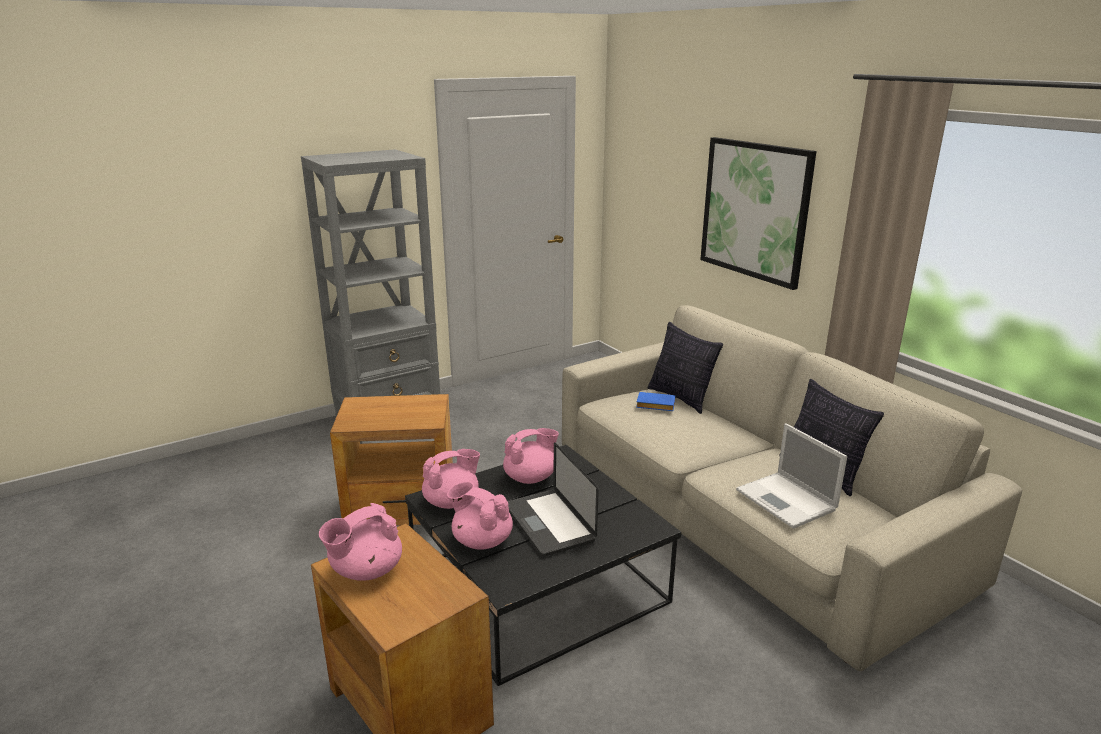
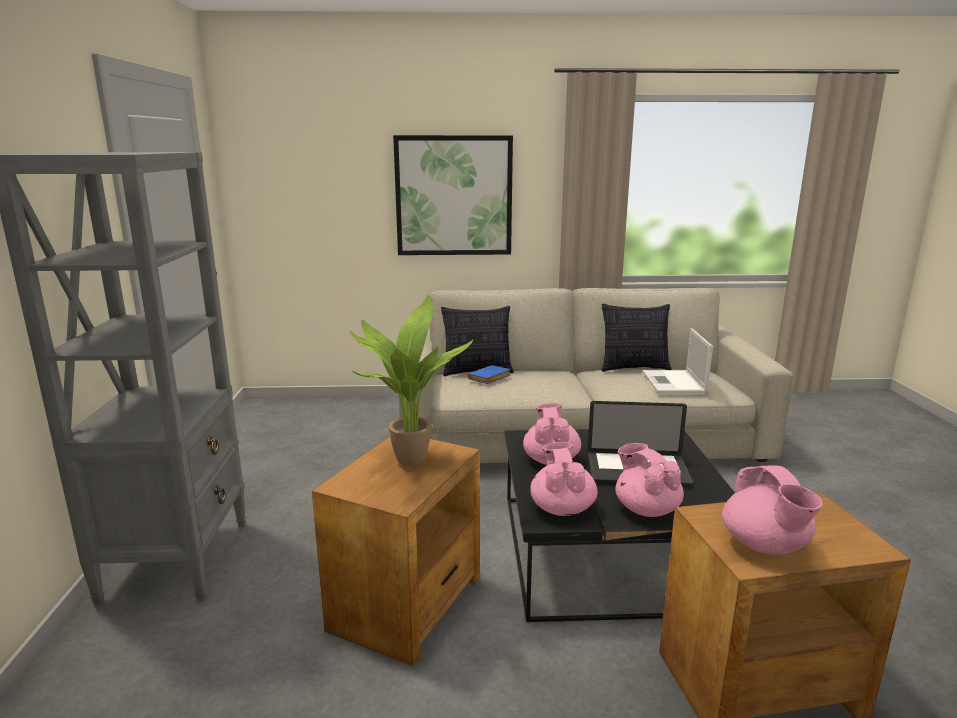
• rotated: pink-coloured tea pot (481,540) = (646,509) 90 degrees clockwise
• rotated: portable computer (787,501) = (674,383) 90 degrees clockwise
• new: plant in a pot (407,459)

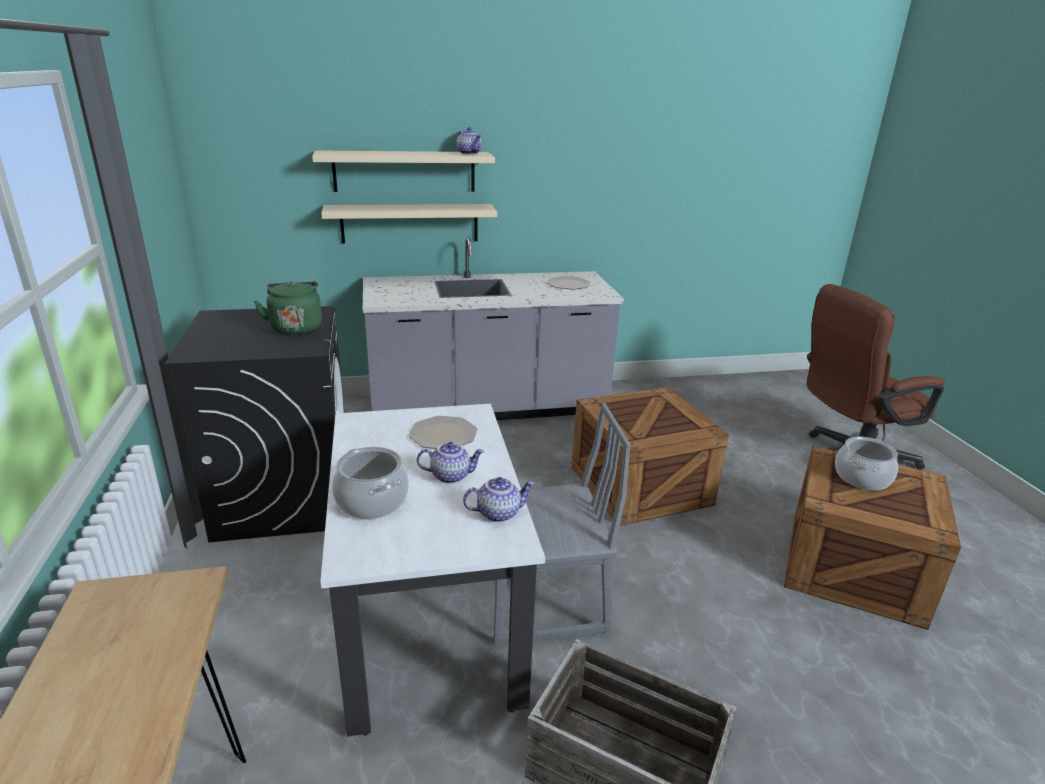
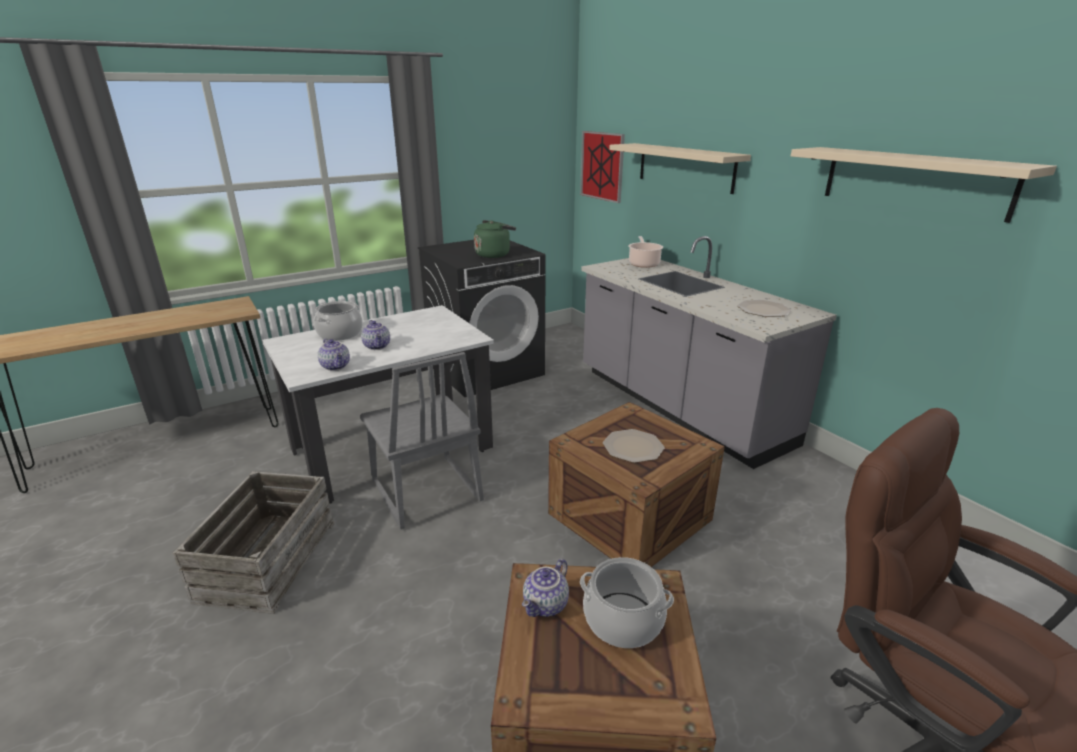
• shifted: beige-coloured bracket shelf (410,223) to (914,181)
• shifted: plate (443,434) to (632,447)
• shifted: tea pot (469,153) to (546,605)
• new: picture (602,166)
• new: stockpot (643,263)

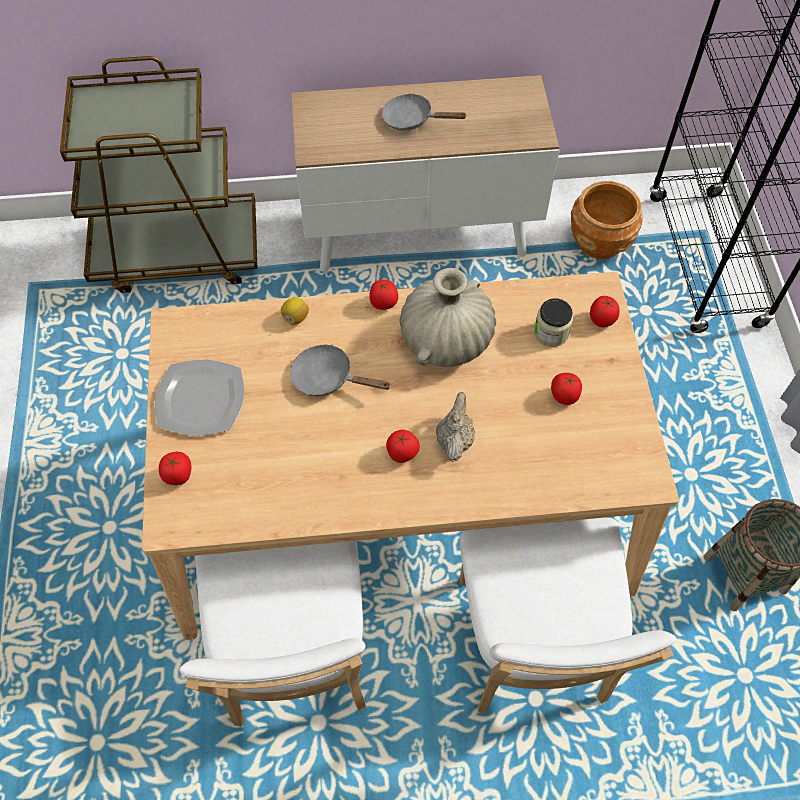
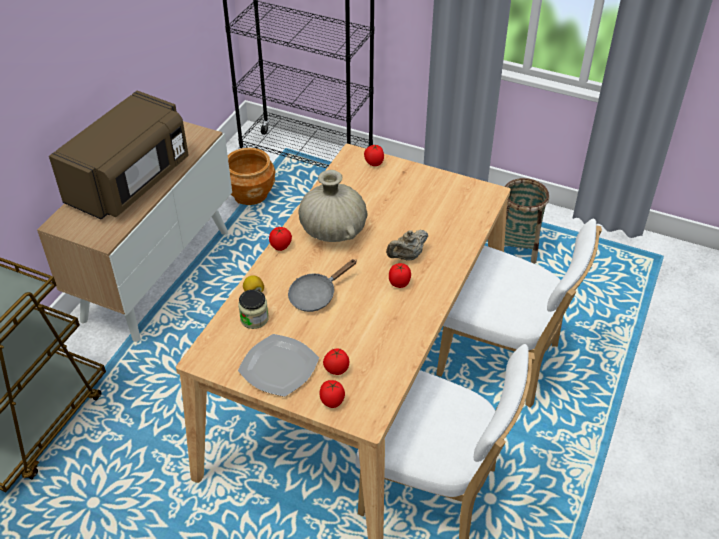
• swapped: grey frying pan (412,119) to brown kitchen microwave (130,182)
• rotated: beige-coloured tea pot (454,439) = (407,256) 75 degrees counterclockwise
• shifted: jar (551,333) to (254,319)
• shifted: tomato (564,396) to (336,370)

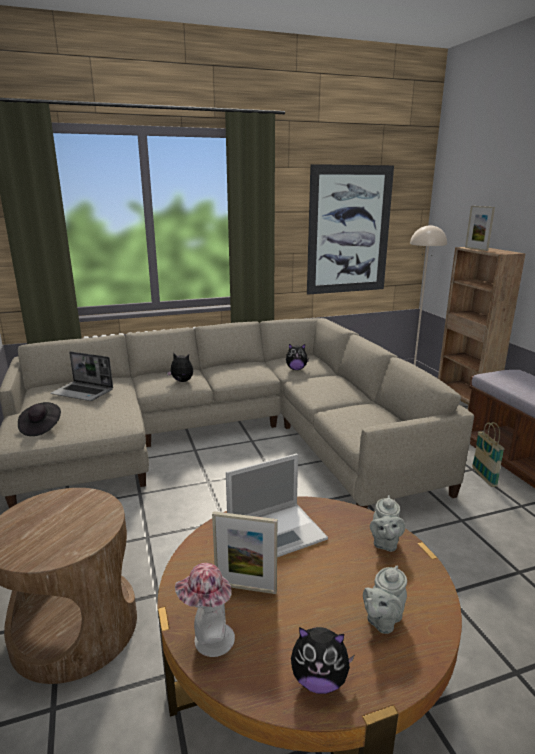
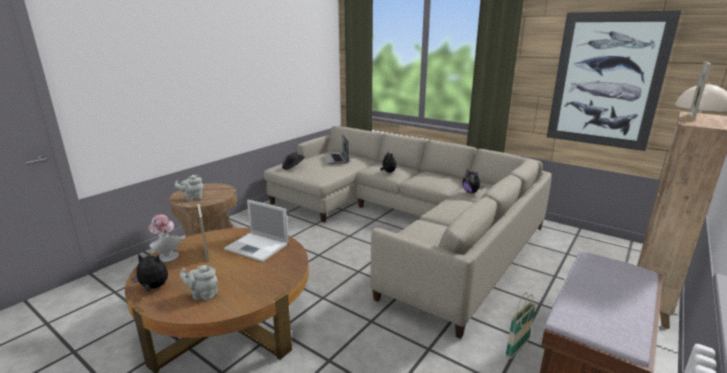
• rotated: plush toy (319,680) = (153,288) 120 degrees clockwise
• shifted: grey tea pot (384,543) to (192,198)

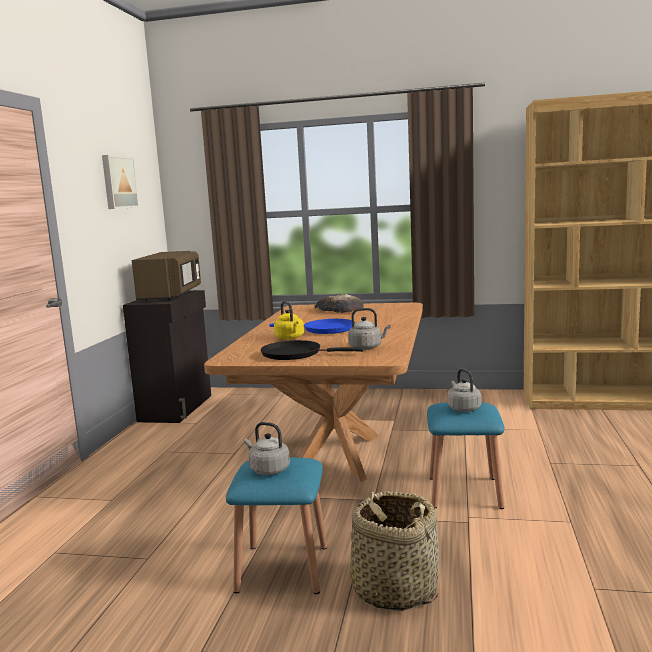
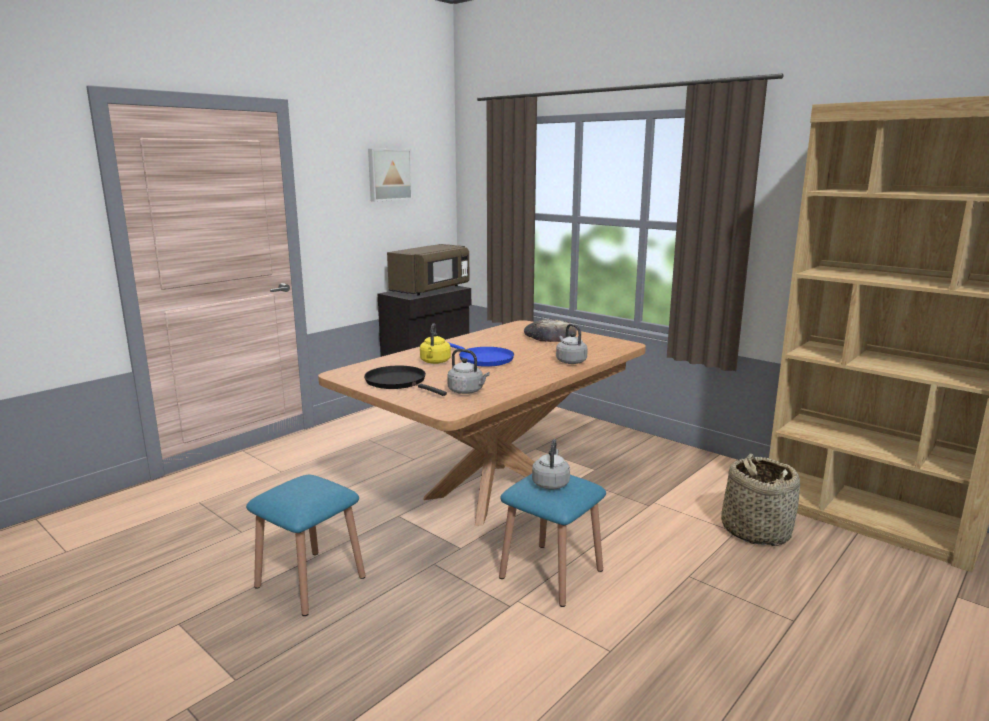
• shifted: grey kettle (267,470) to (570,361)
• shifted: basket (394,588) to (755,531)

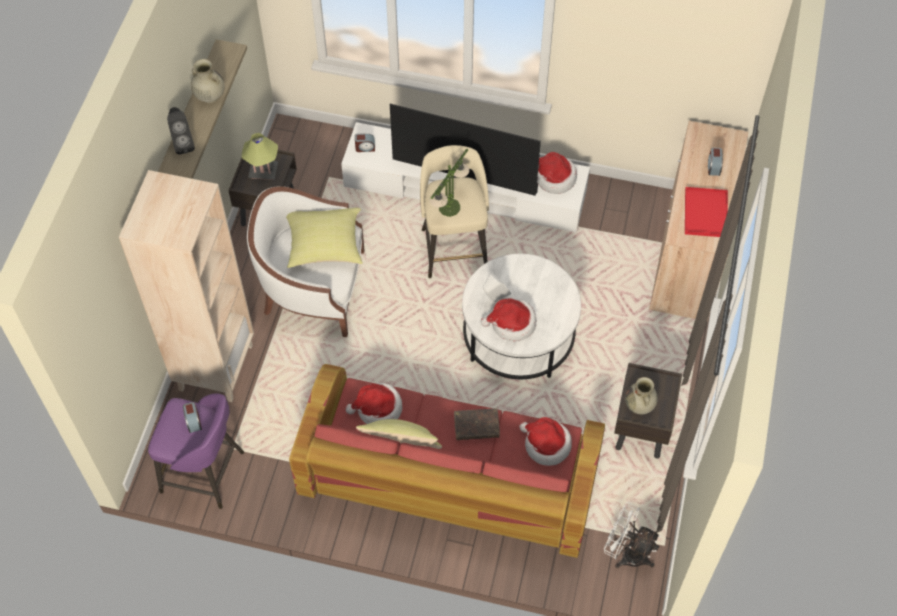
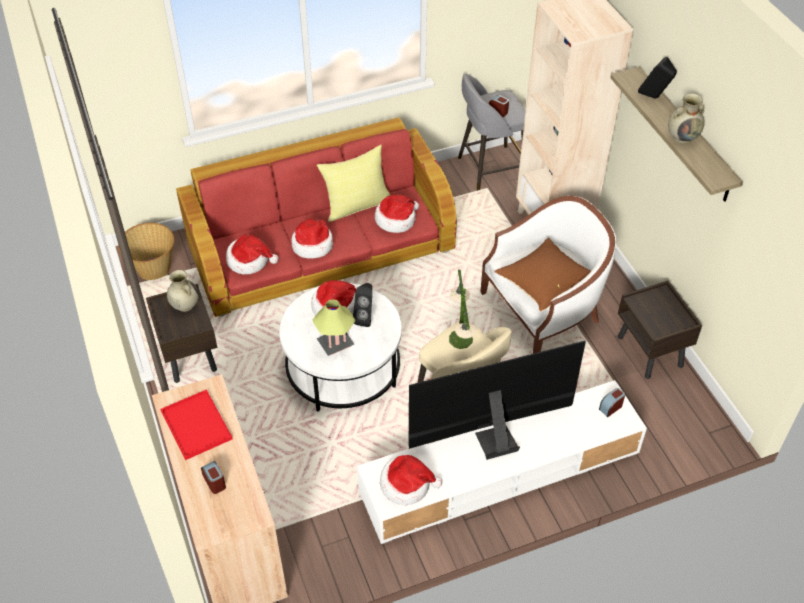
• repainted: purple stool seat (205,473) to grey stool seat (489,168)
• shifted: lamp for a table (263,171) to (335,343)
• repainted: yellowish throw pillow (324,246) to brown throw pillow (544,283)
• swapped: brown book (476,427) to clothing hat (312,245)
• repainted: white loudspeaker (494,299) to blackish loudspeaker (365,318)
• swapped: white electric fan (627,553) to basket (153,268)

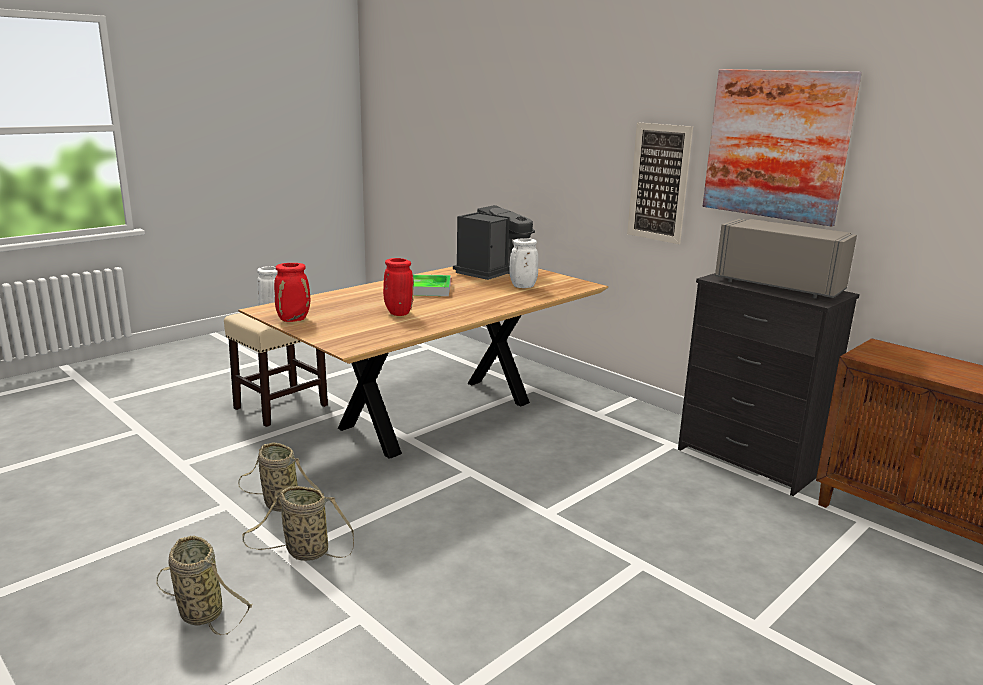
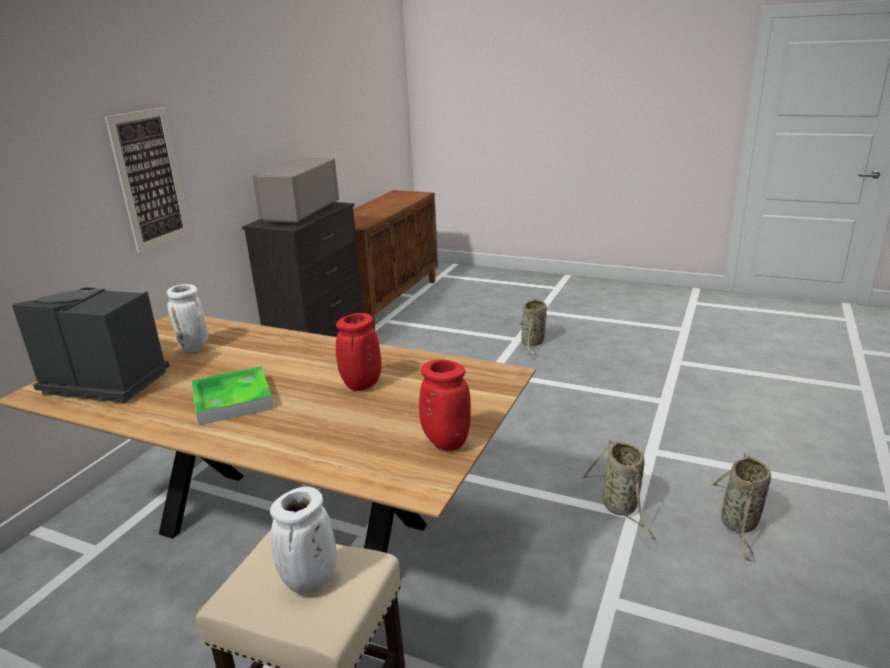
• shifted: basket (279,503) to (532,343)
• gone: picture (776,145)

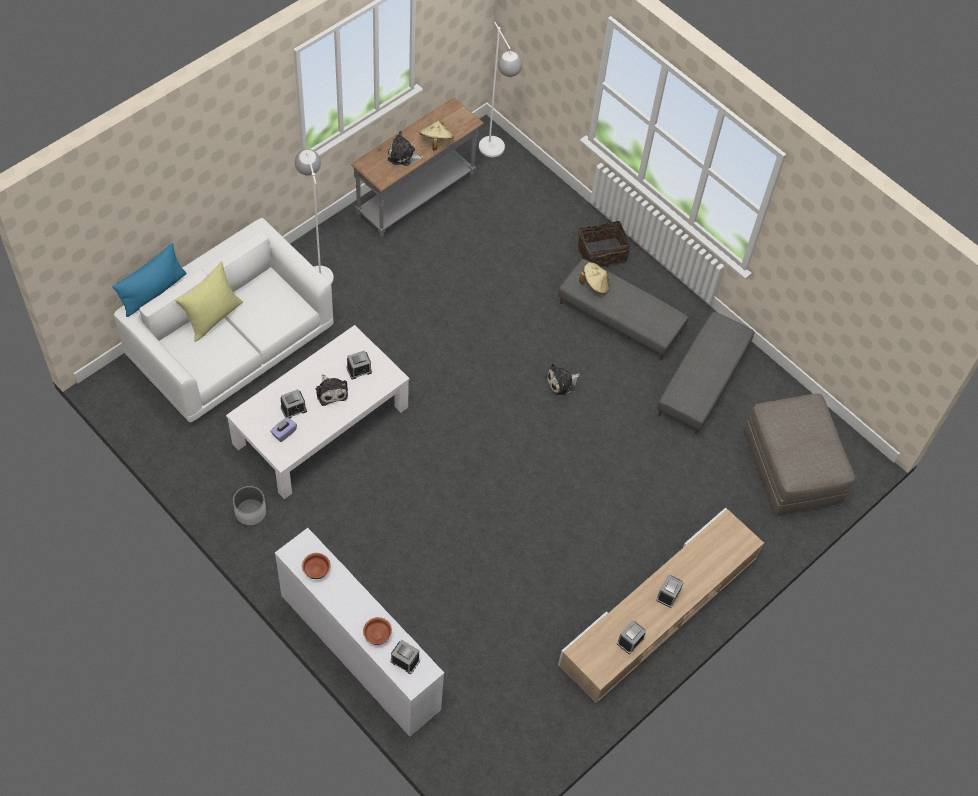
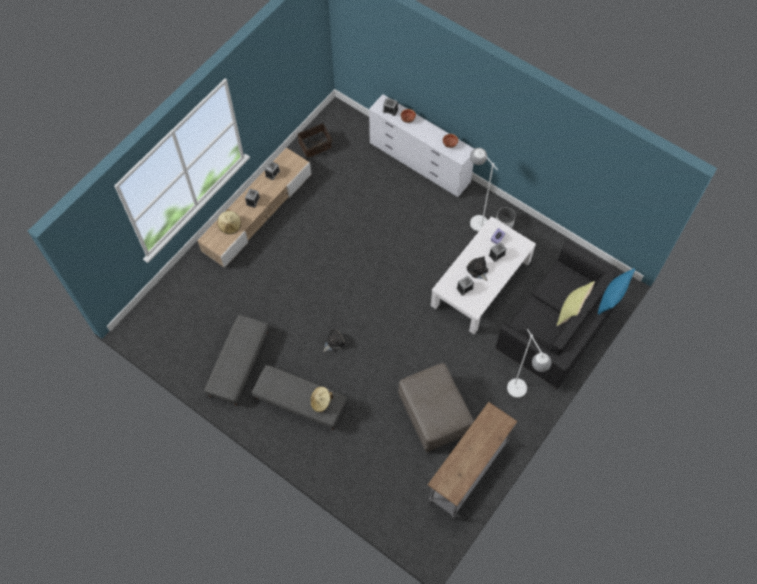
• repainted: white couch (231,343) to blackish couch (557,327)
• gone: plush toy (403,155)
• shifted: beige-coloured clothing hat (435,142) to (230,226)
• shifted: white standing lamp (495,154) to (475,219)
• shifted: basket (601,253) to (315,146)
• shifted: grey ottoman (792,468) to (434,413)

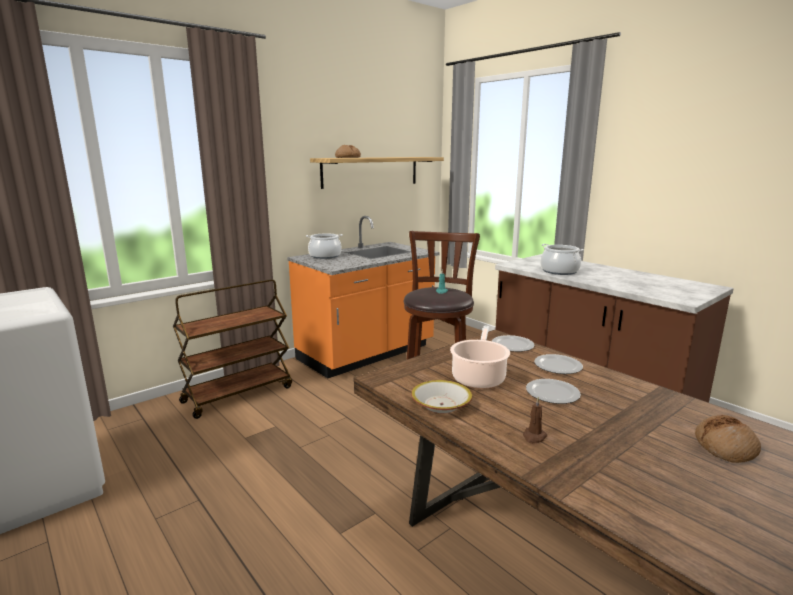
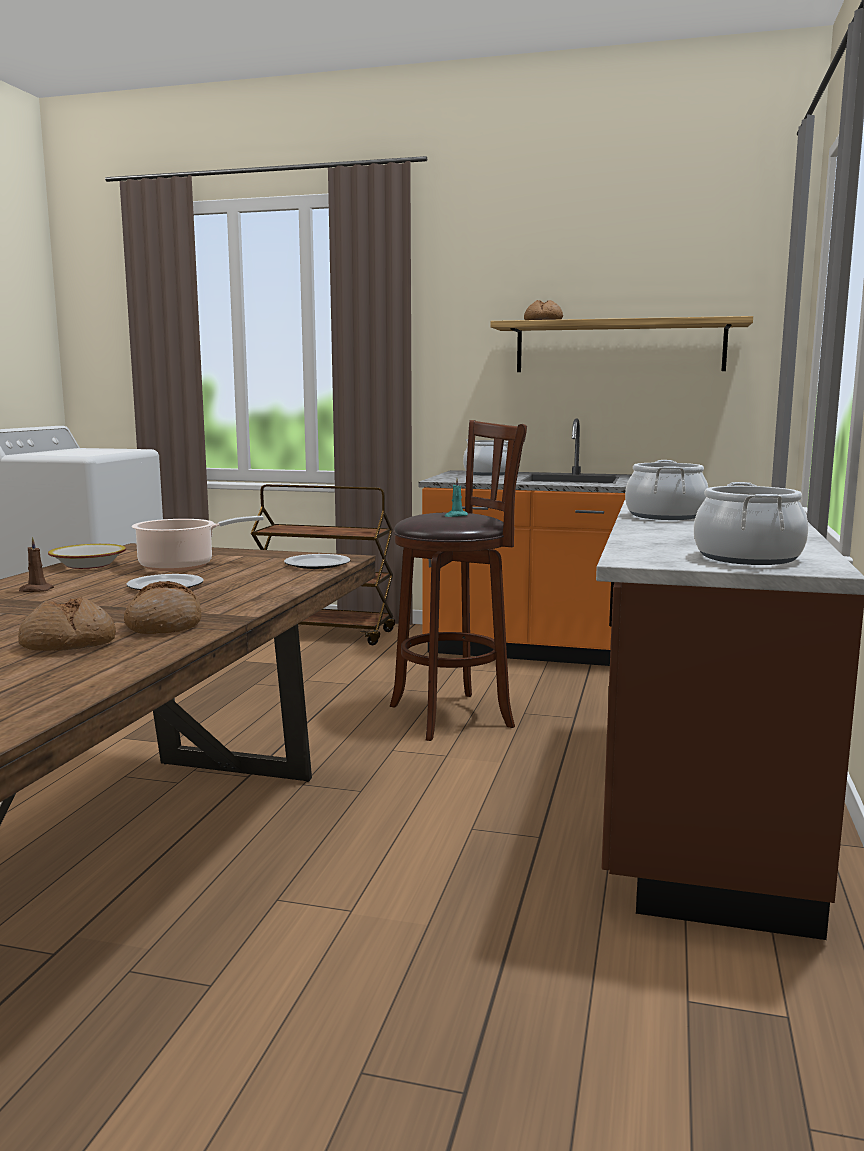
• gone: plate (557,366)
• new: baked bread (164,625)
• new: stockpot (748,557)

